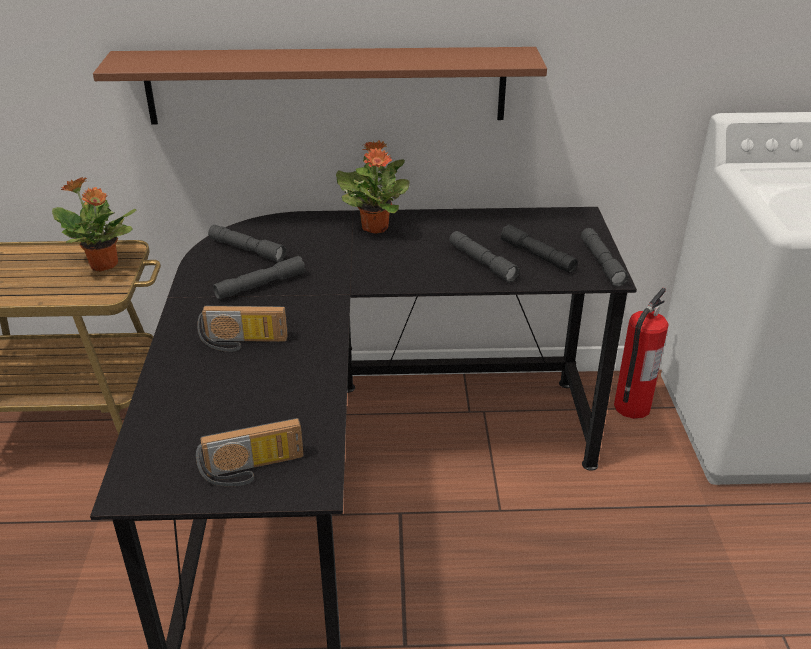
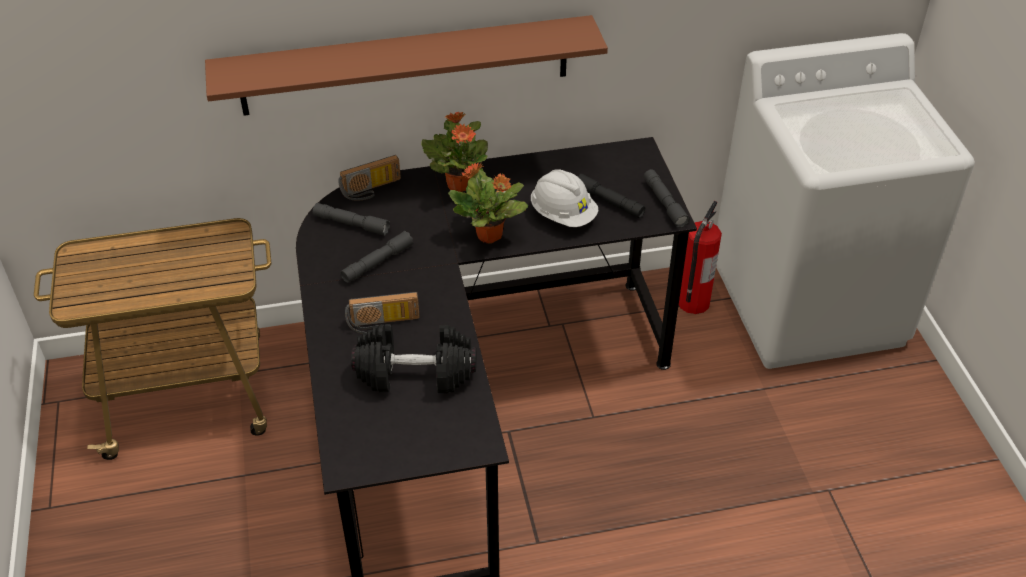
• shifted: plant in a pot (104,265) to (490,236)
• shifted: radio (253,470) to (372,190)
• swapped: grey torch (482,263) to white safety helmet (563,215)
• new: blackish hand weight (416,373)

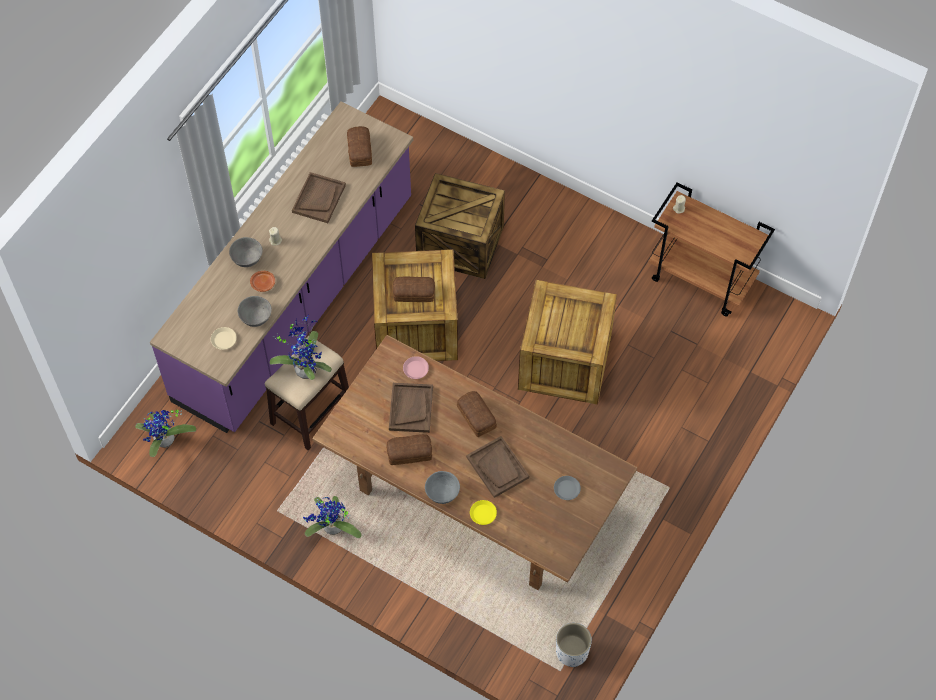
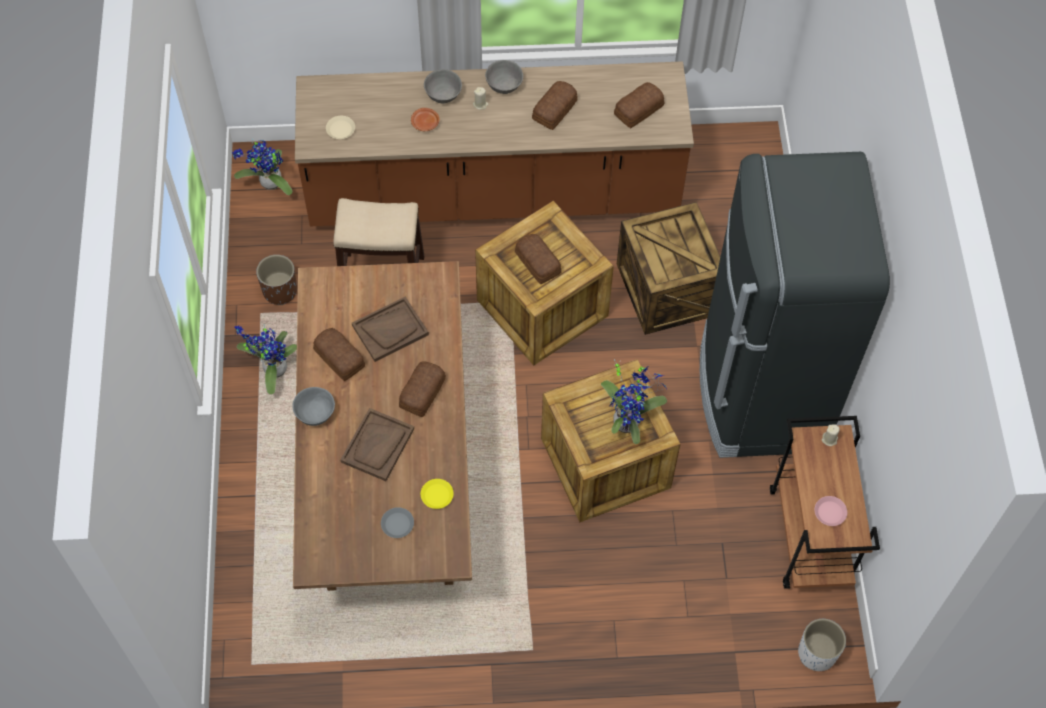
• repainted: purple kitchen counter (296,300) to brown kitchen counter (493,193)
• shifted: grey serving bowl (255,317) to (504,84)
• shifted: plant in a pot (305,368) to (628,421)
• swapped: brown serving tray (319,198) to baked bread (555,110)
• shifted: pink-coloured plate (416,369) to (830,512)
• shifted: yellowish plate (483,513) to (437,495)
• shifted: white planter (571,652) to (817,653)
• new: brown planter (280,291)
• new: blackish refrigerator (760,393)

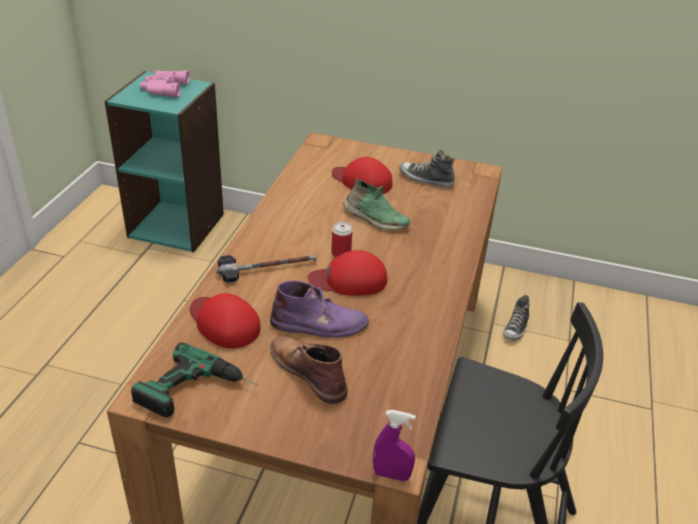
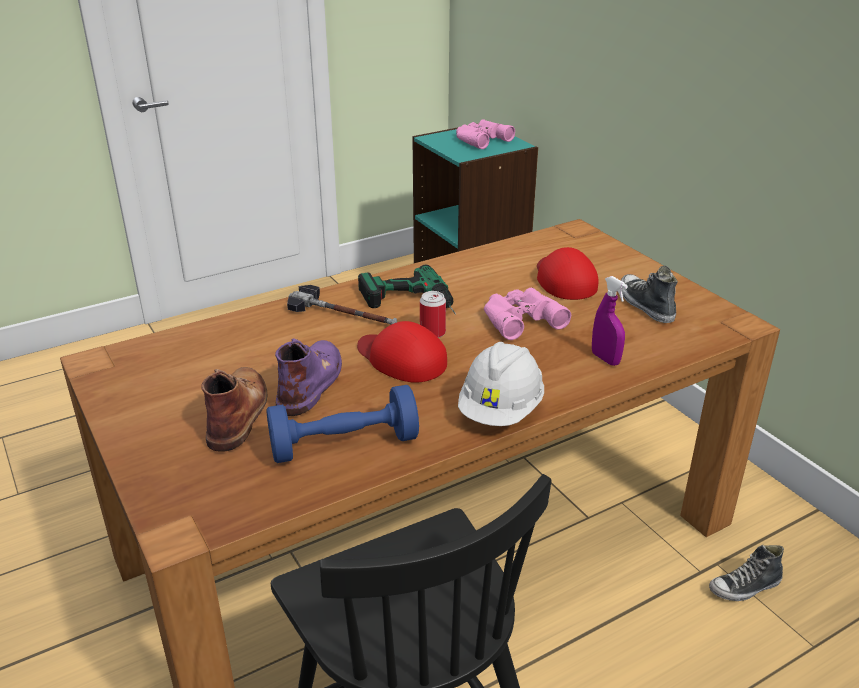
• shifted: power drill (198,393) to (410,304)
• gone: red peaked cap (224,323)
• rotated: purple high-top boot (320,324) = (311,381) 120 degrees counterclockwise
• swapped: green low shoe (375,219) to pink-coloured field glasses (519,318)
• shifted: purple sprayer (391,475) to (605,359)
• new: blue-coloured hand weight (344,445)
• new: white safety helmet (501,410)

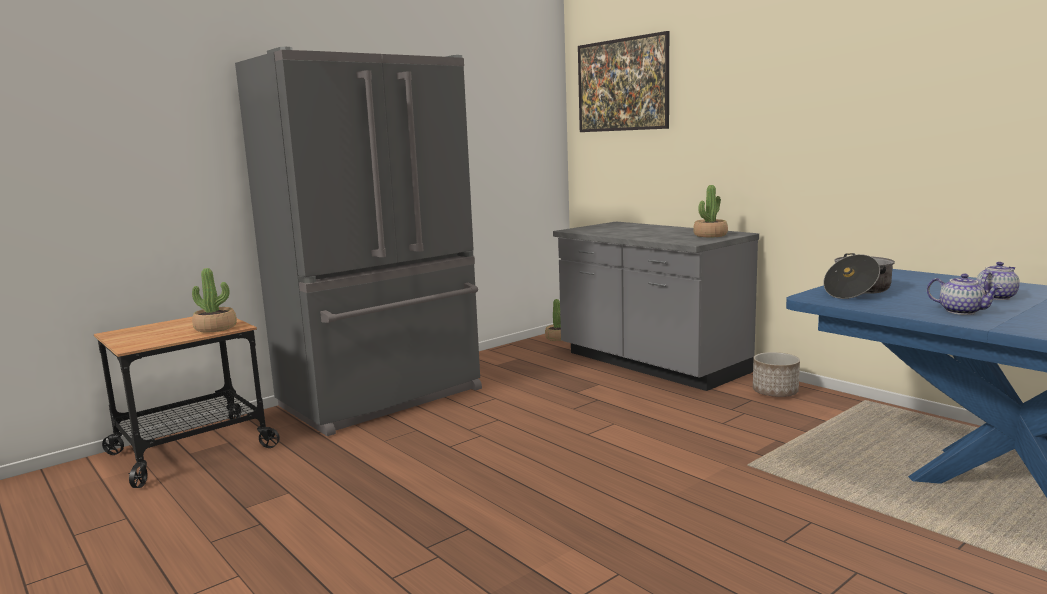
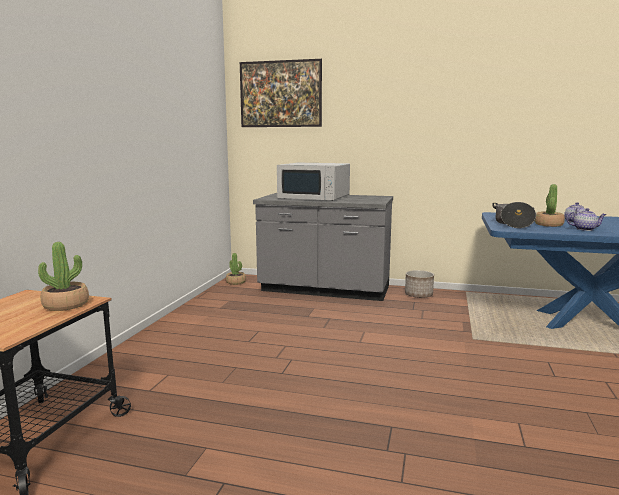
• gone: grey refrigerator (384,398)
• shifted: plant in a pot (710,235) to (548,224)
• new: white kitchen microwave (315,197)

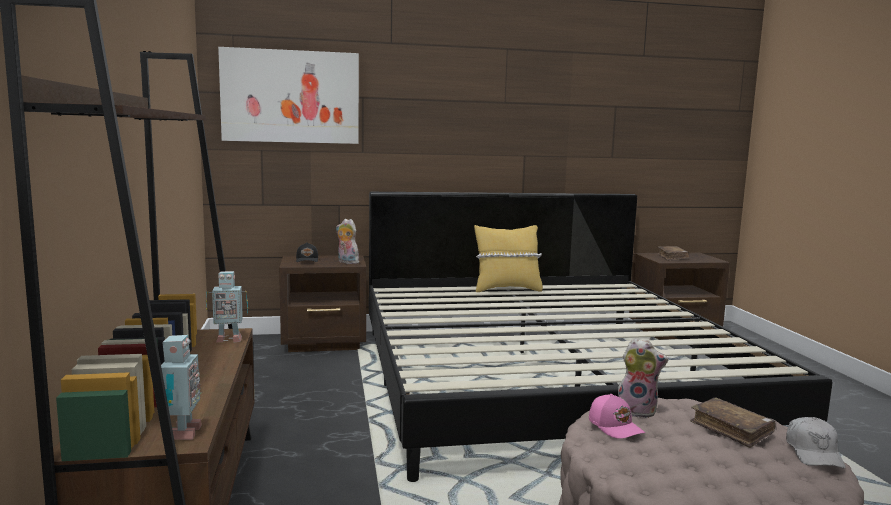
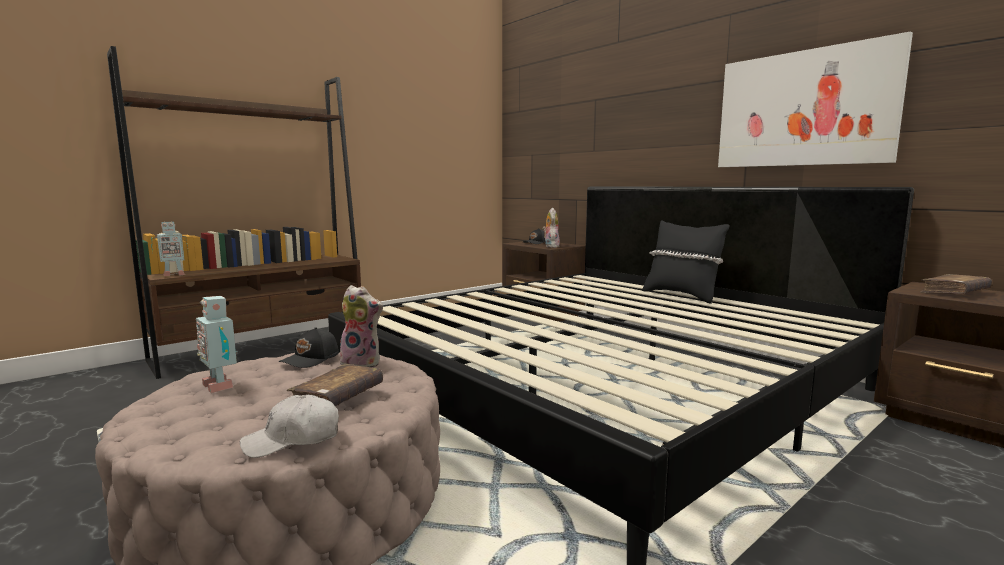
• shifted: toy robot (228,339) to (221,385)
• shifted: picture (290,96) to (804,109)
• repainted: yellowish throw pillow (506,289) to blackish throw pillow (681,295)
• repainted: pink-coloured peaked cap (615,426) to blackish peaked cap (311,359)
• rotated: plush toy (637,410) = (363,363) 60 degrees counterclockwise

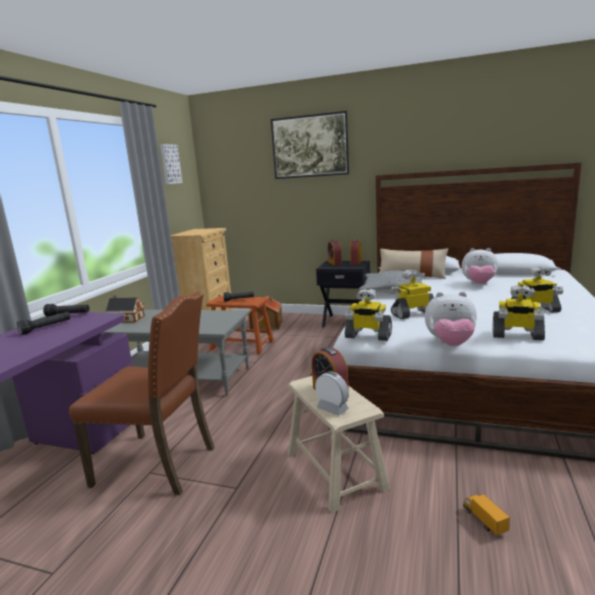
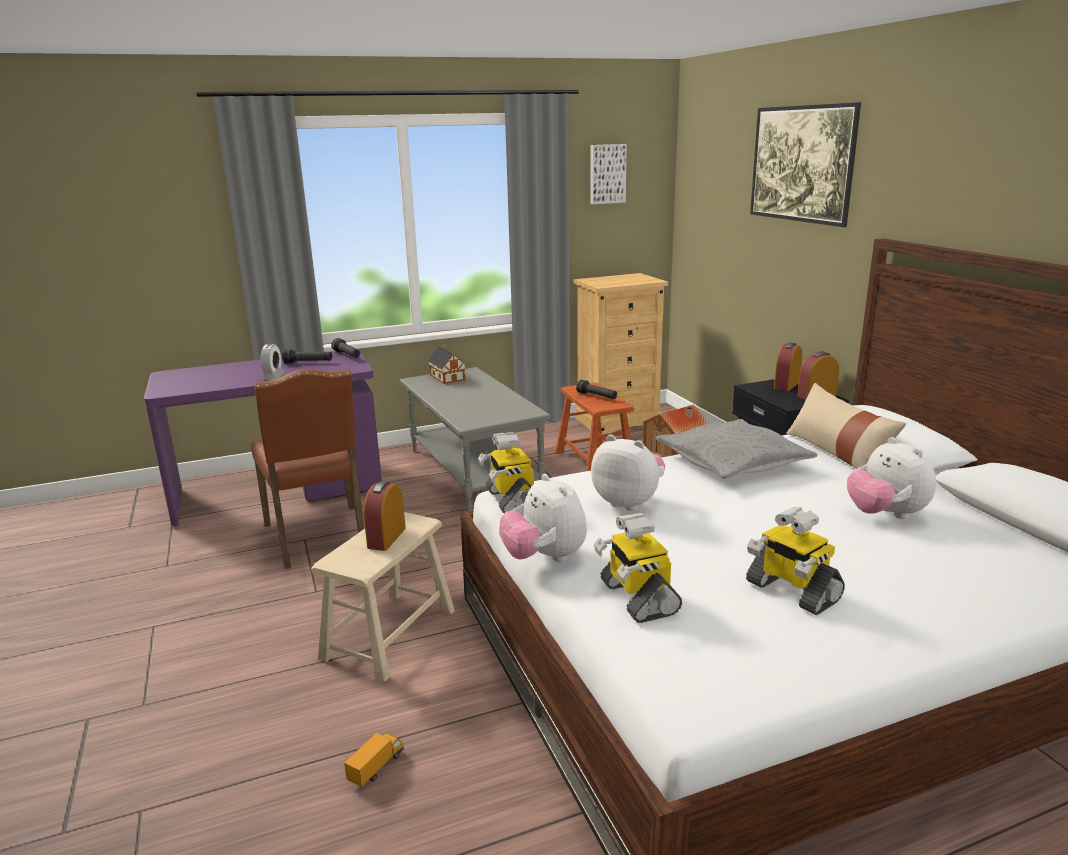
• shifted: alarm clock (332,409) to (273,377)
• swapped: toy robot (413,314) to plush toy (628,502)

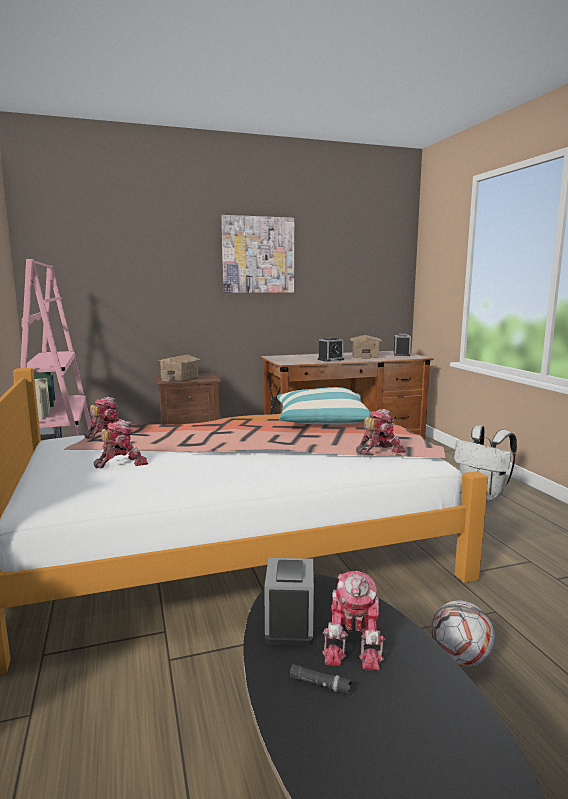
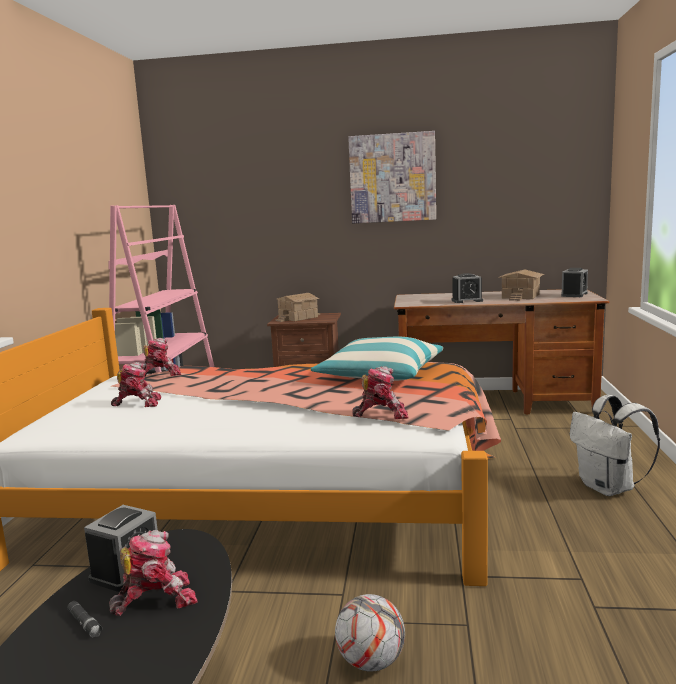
• rotated: toy robot (355,643) = (156,599) 150 degrees counterclockwise

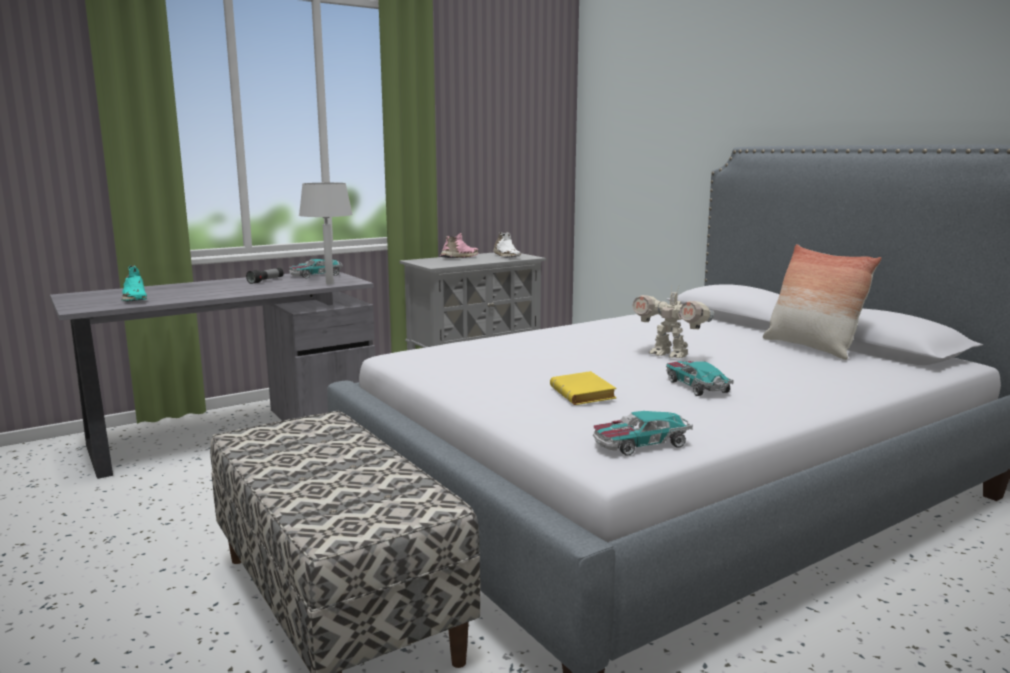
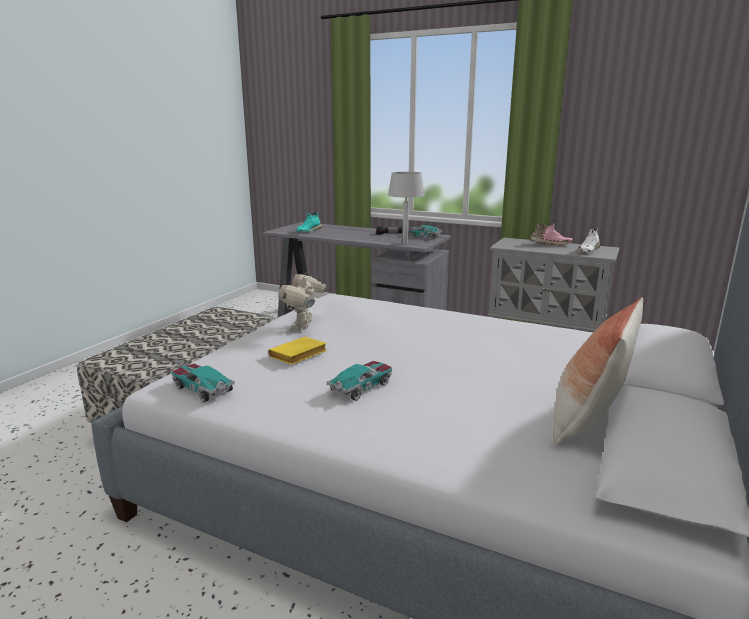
• shifted: toy robot (669,355) to (303,326)

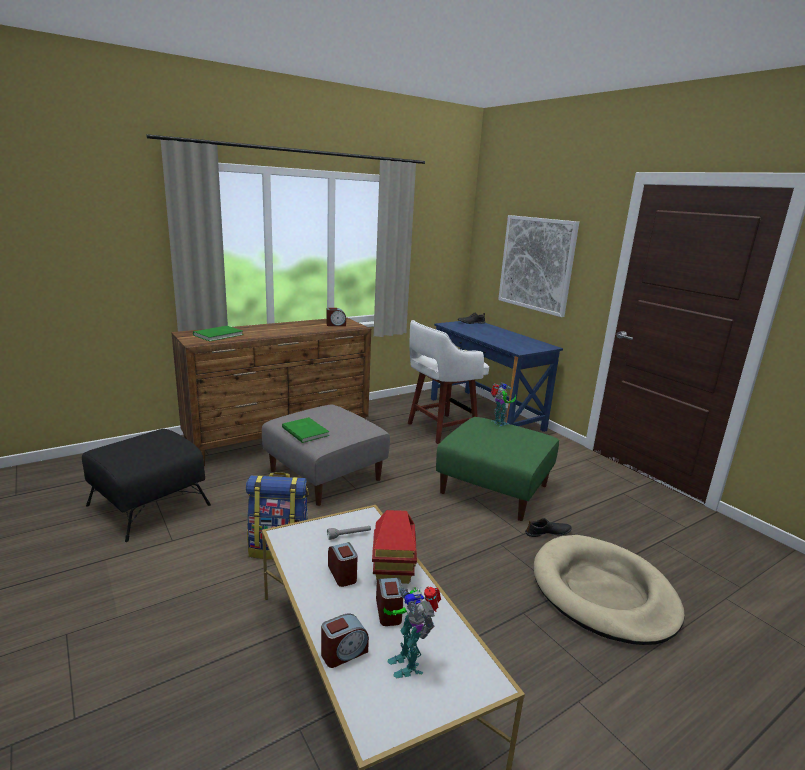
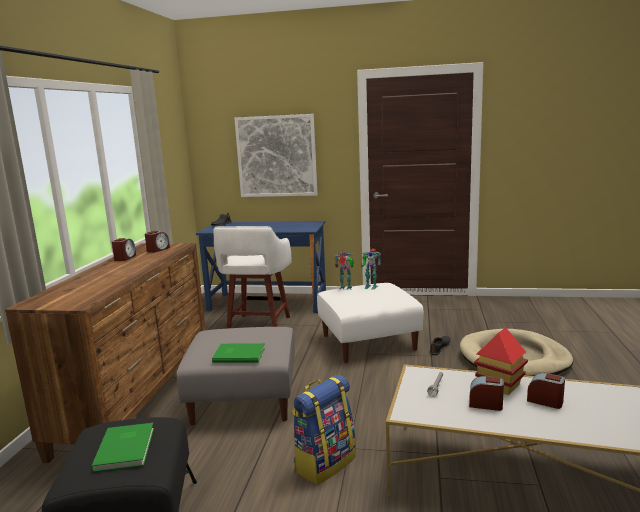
• shifted: green book (219,335) to (127,448)
• shifted: alarm clock (344,652) to (125,258)
• shifted: toy robot (408,662) to (370,286)
• repainted: green ottoman (494,489) to white ottoman (368,342)

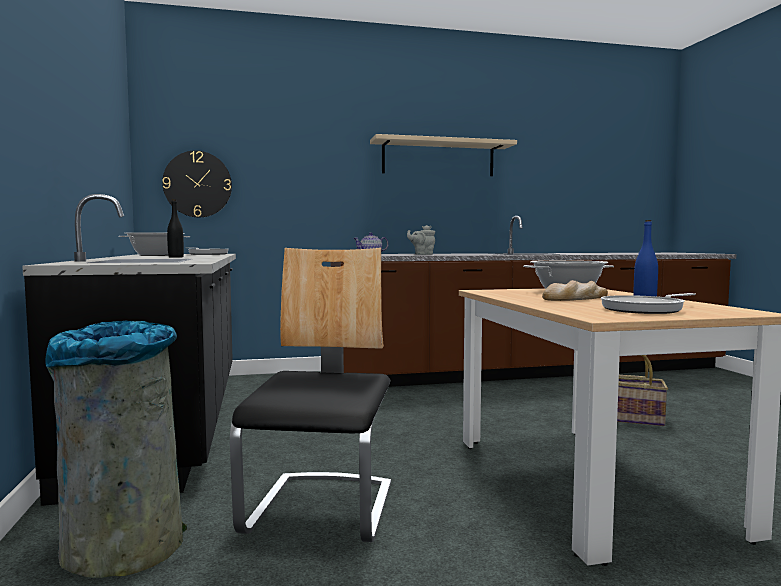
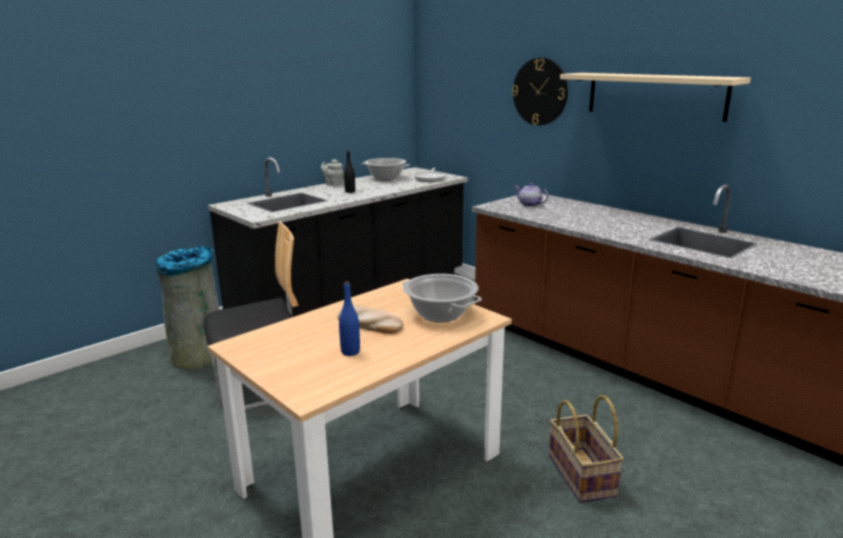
• shifted: clock on the wall (197,184) to (540,92)
• shifted: grey tea pot (422,254) to (333,184)
• gone: frying pan (645,309)

